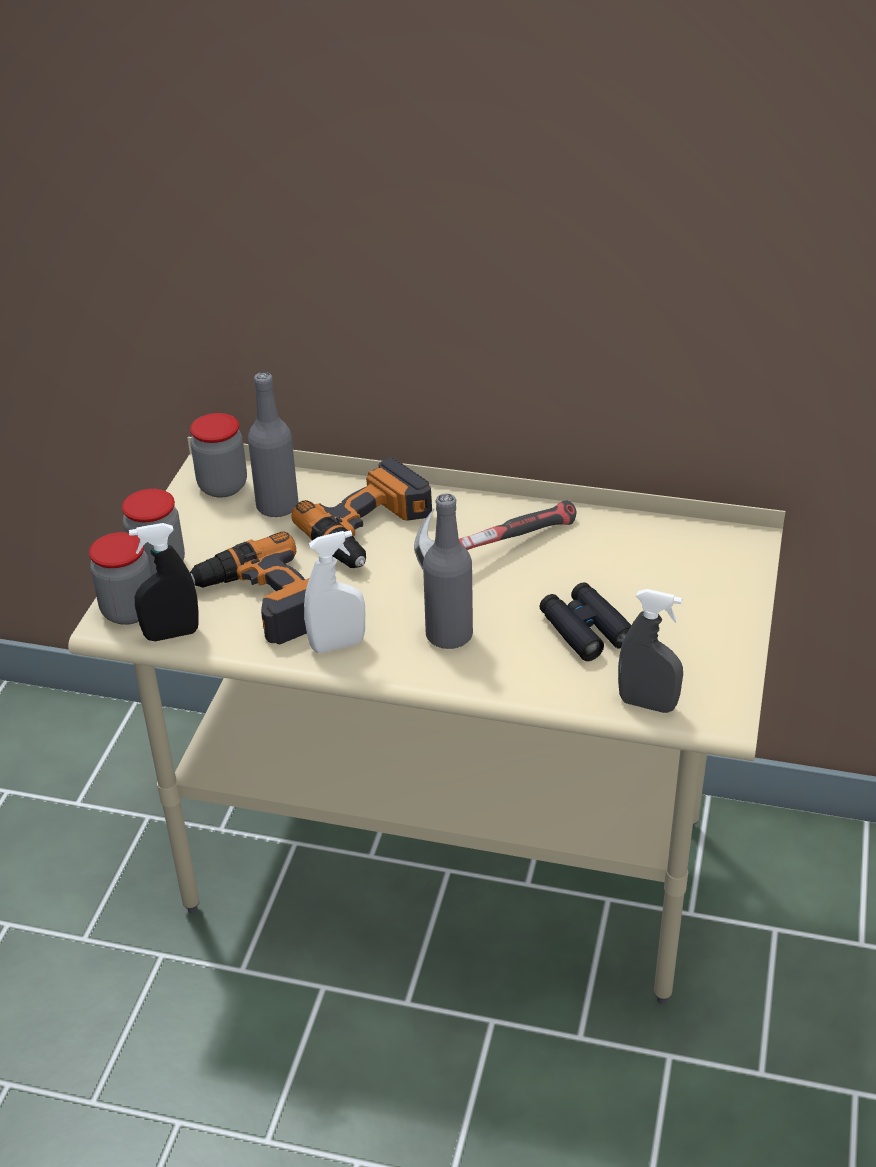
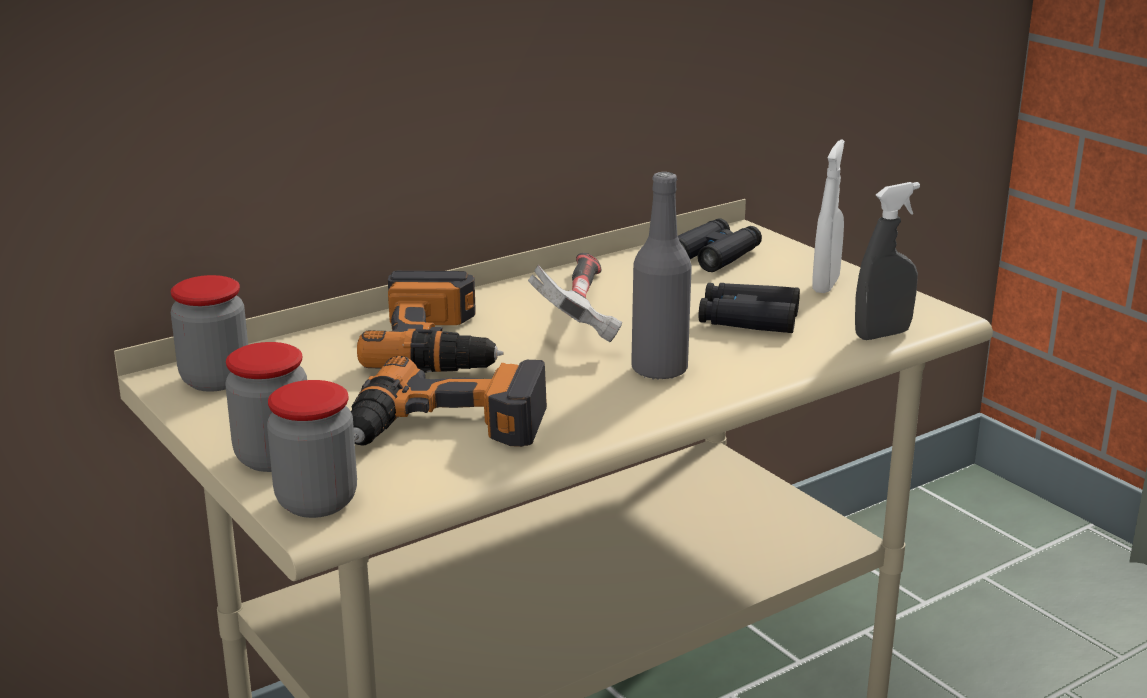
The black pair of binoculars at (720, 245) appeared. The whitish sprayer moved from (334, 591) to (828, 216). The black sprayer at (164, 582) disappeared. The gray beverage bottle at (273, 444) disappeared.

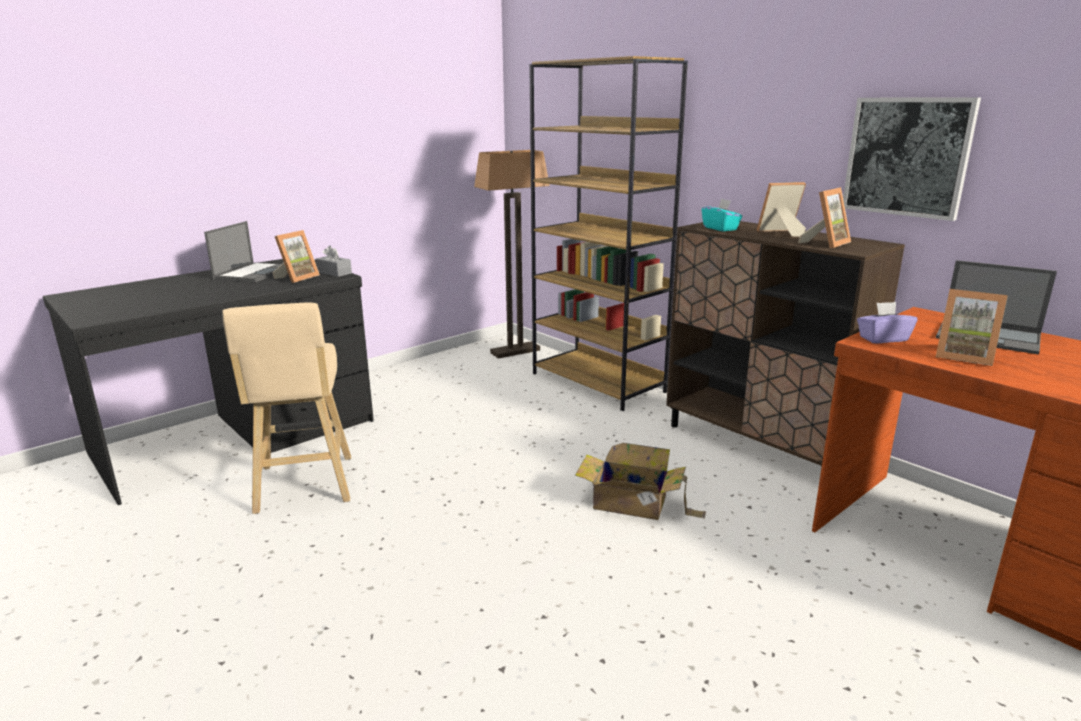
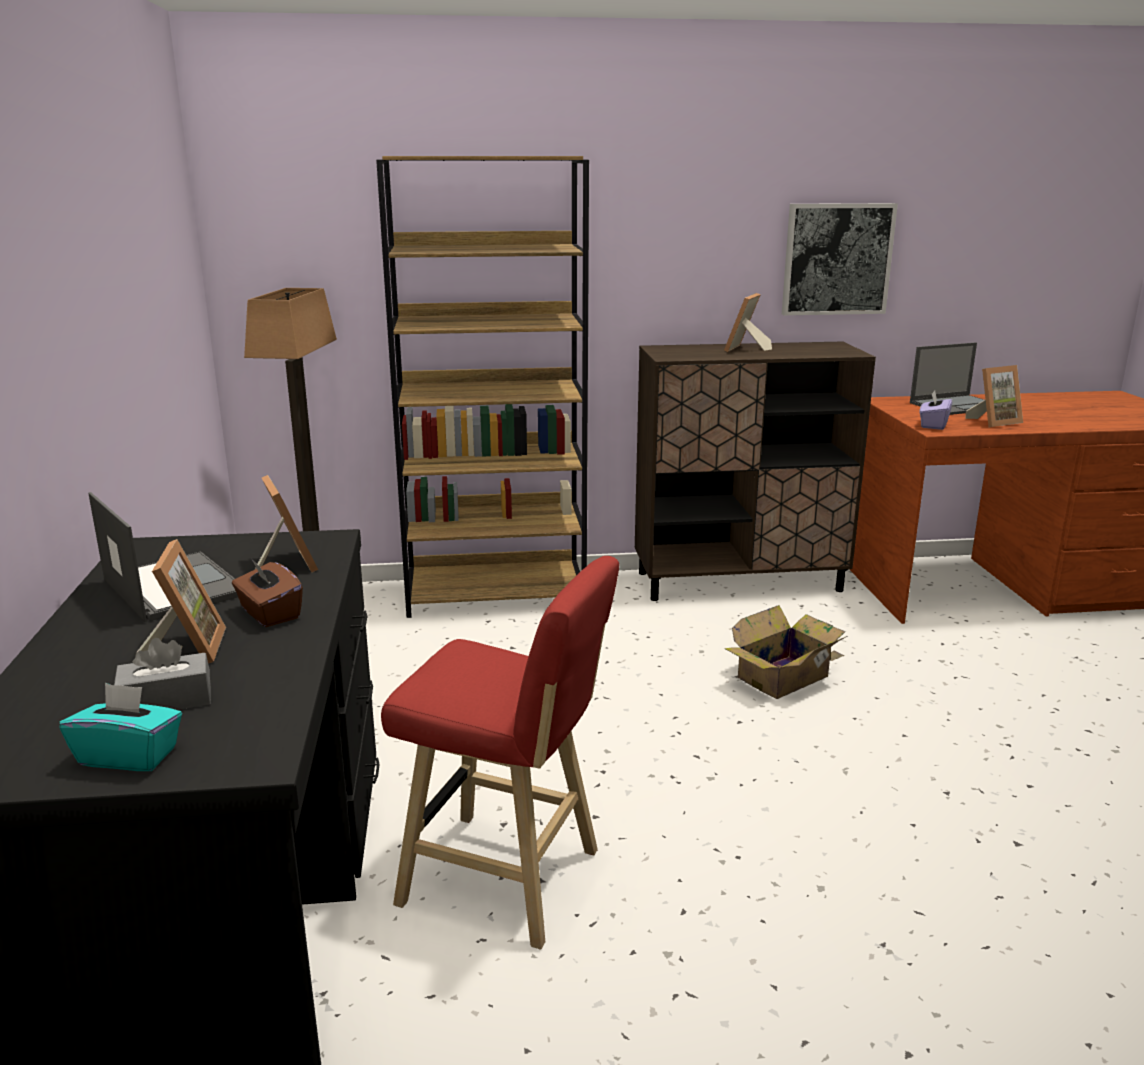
The turquoise-coloured box of tissues moved from (722, 215) to (120, 727). The gray box of tissues moved from (334, 261) to (162, 674). The photo frame moved from (824, 218) to (180, 601). The brownish box of tissues at (267, 592) appeared. The beige-coloured sitting stool at (286, 408) became the reddish sitting stool at (500, 752).

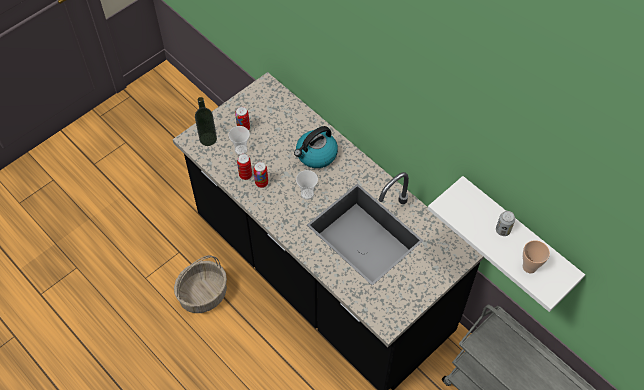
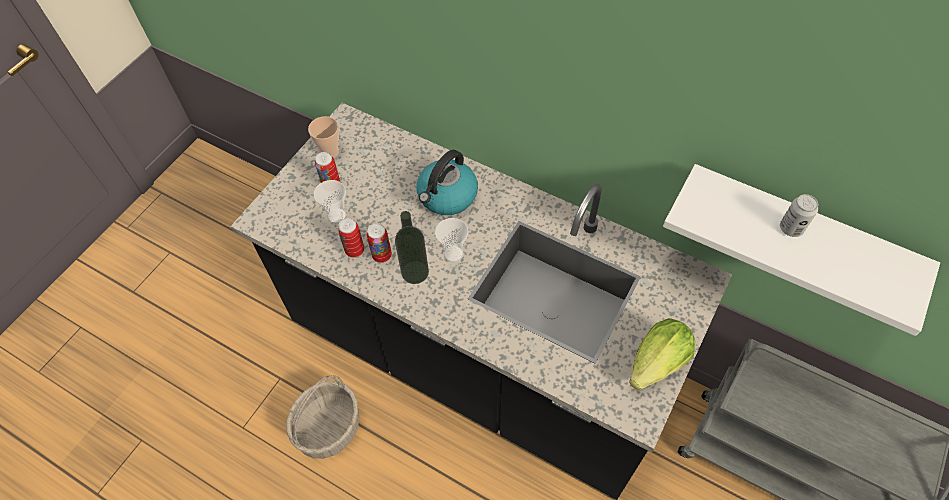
The small cup moved from (536, 256) to (323, 137). The beverage bottle moved from (206, 121) to (412, 247). The lettuce at (662, 354) appeared.

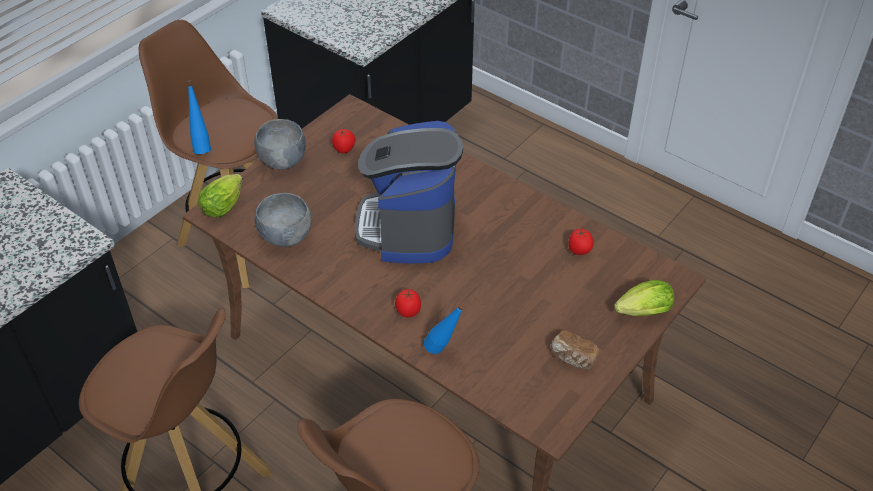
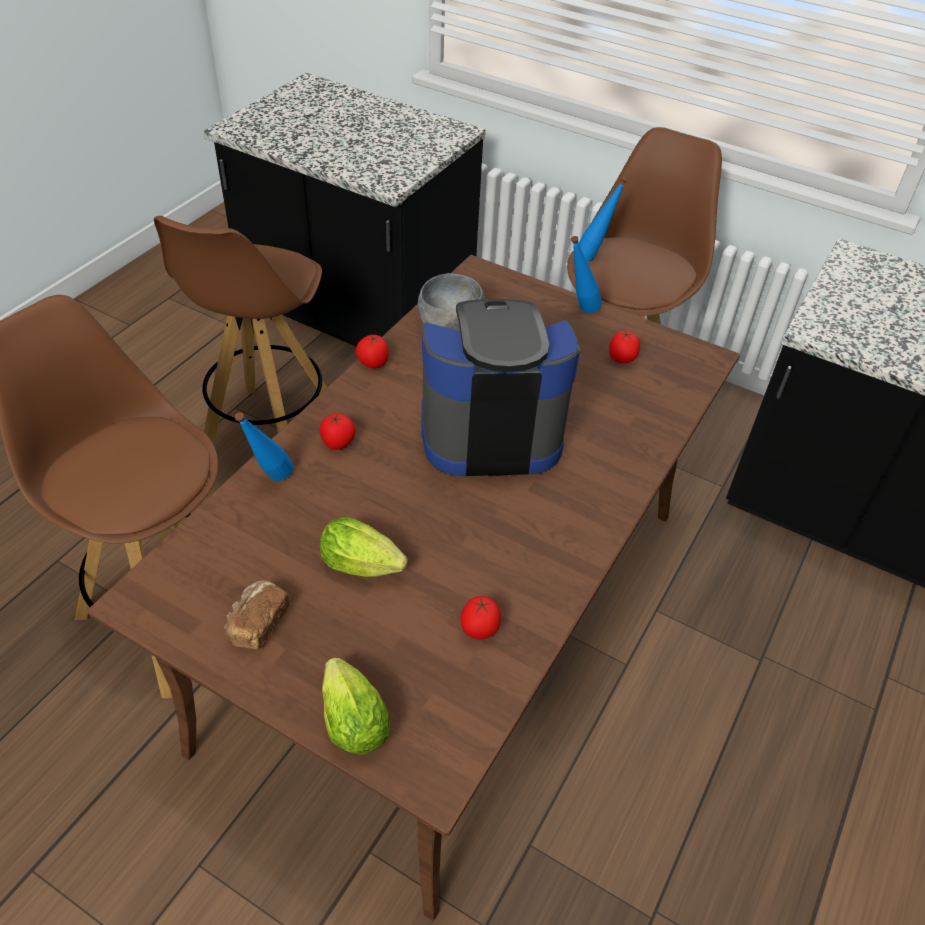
The lettuce moved from (220, 196) to (363, 547). The tomato at (372, 351) appeared. The gray deep dish at (280, 144) was replaced by the blue-coloured beverage bottle at (586, 274).

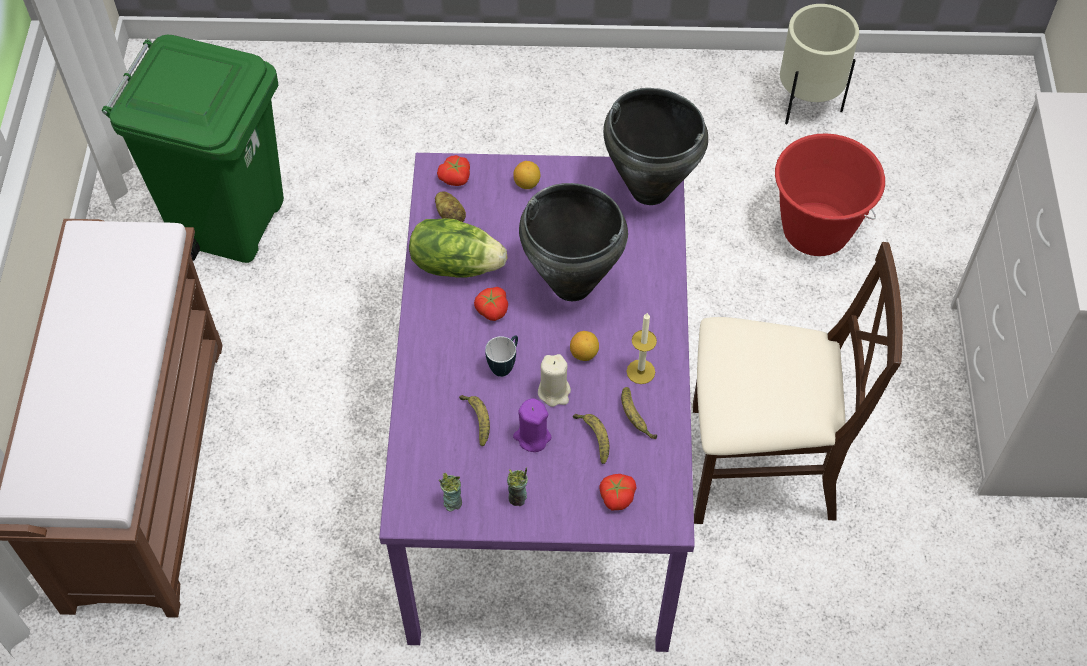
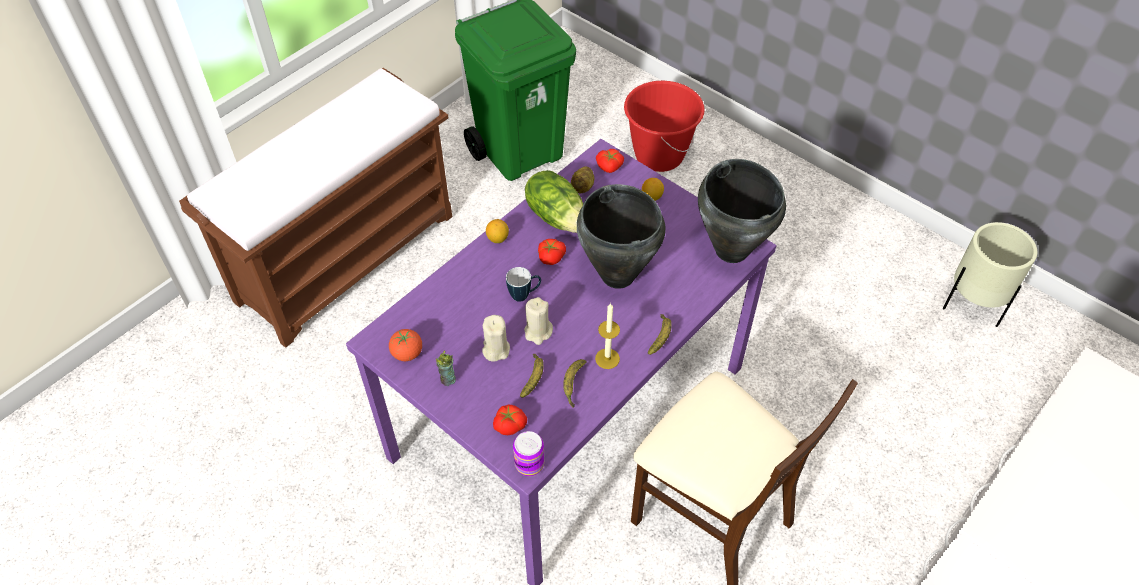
The small cup at (450, 492) was replaced by the tomato at (405, 345). The purple-coloured candle at (532, 425) became the beige-coloured candle at (496, 338). The whole lemon moved from (584, 346) to (497, 231). The can at (529, 453) appeared. The reddish water bucket moved from (830, 194) to (664, 126). The banana moved from (474, 420) to (660, 334).

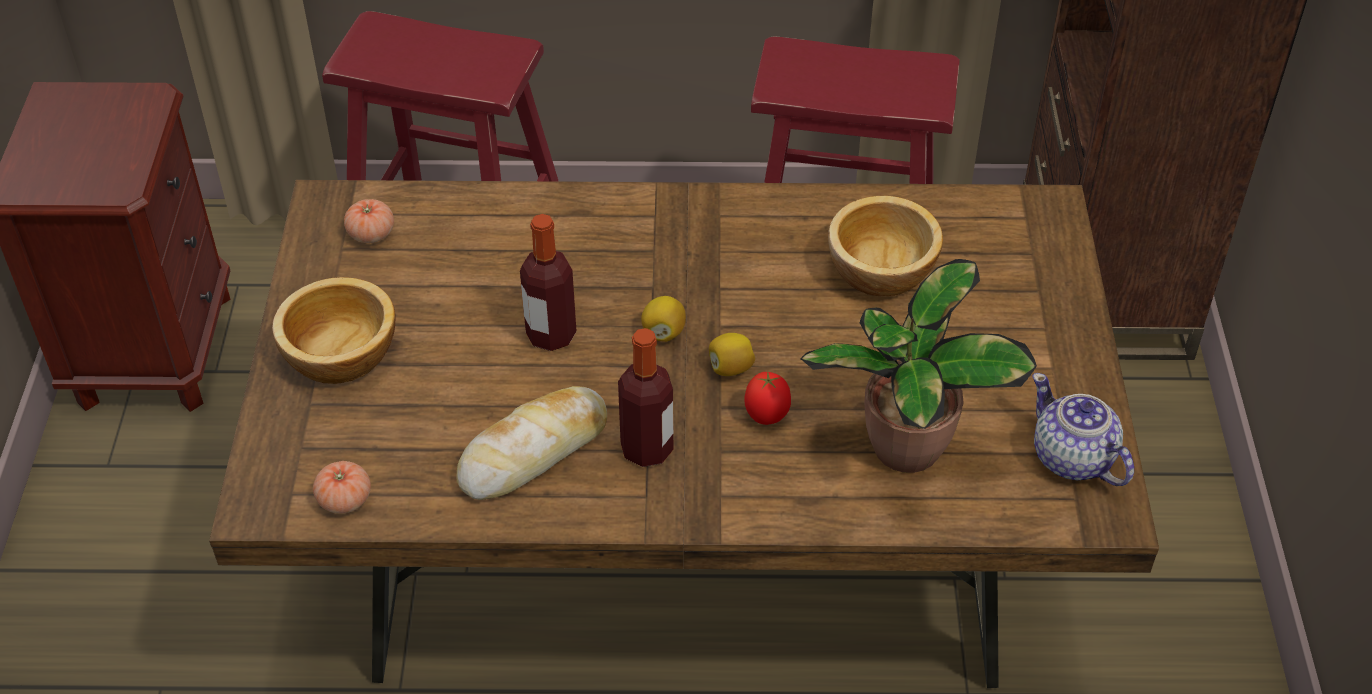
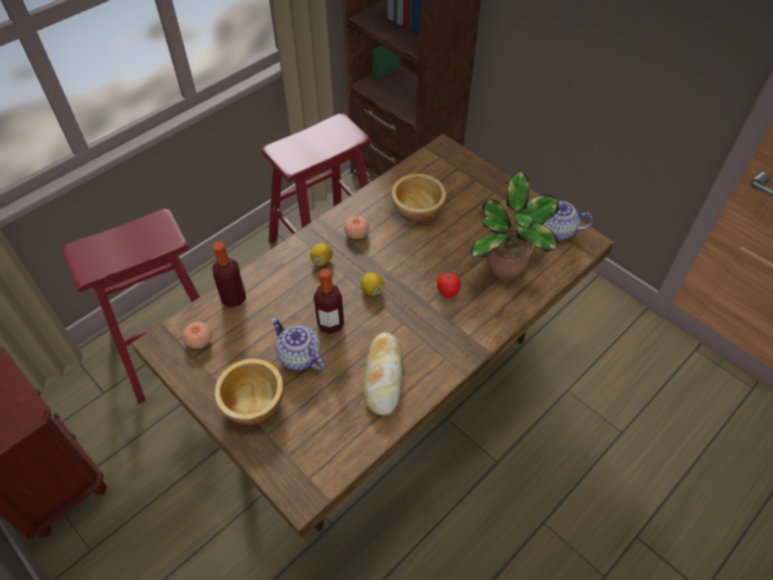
The beverage bottle moved from (646, 397) to (229, 275). The teapot at (298, 344) appeared. The whole lemon moved from (732, 354) to (321, 254). The tomato moved from (342, 487) to (356, 227).

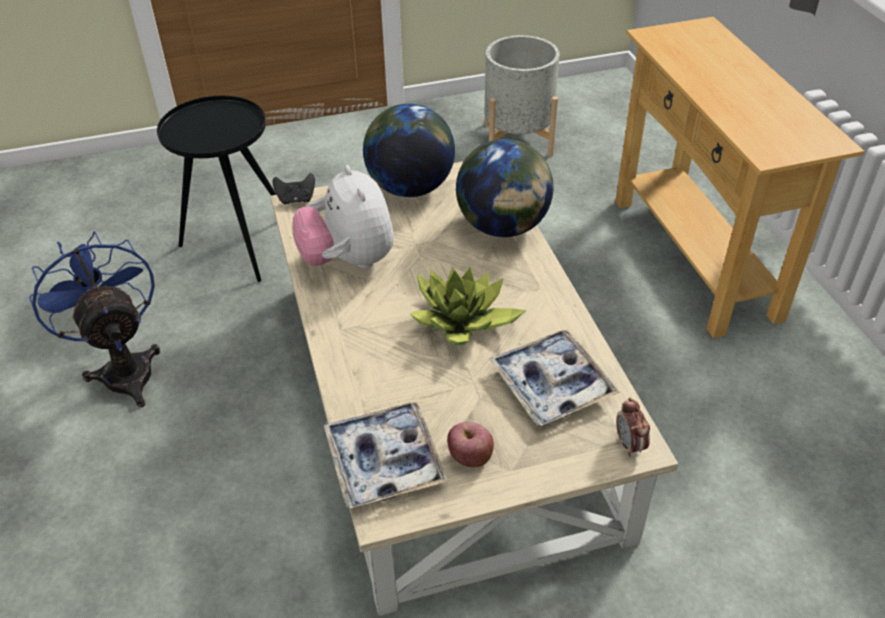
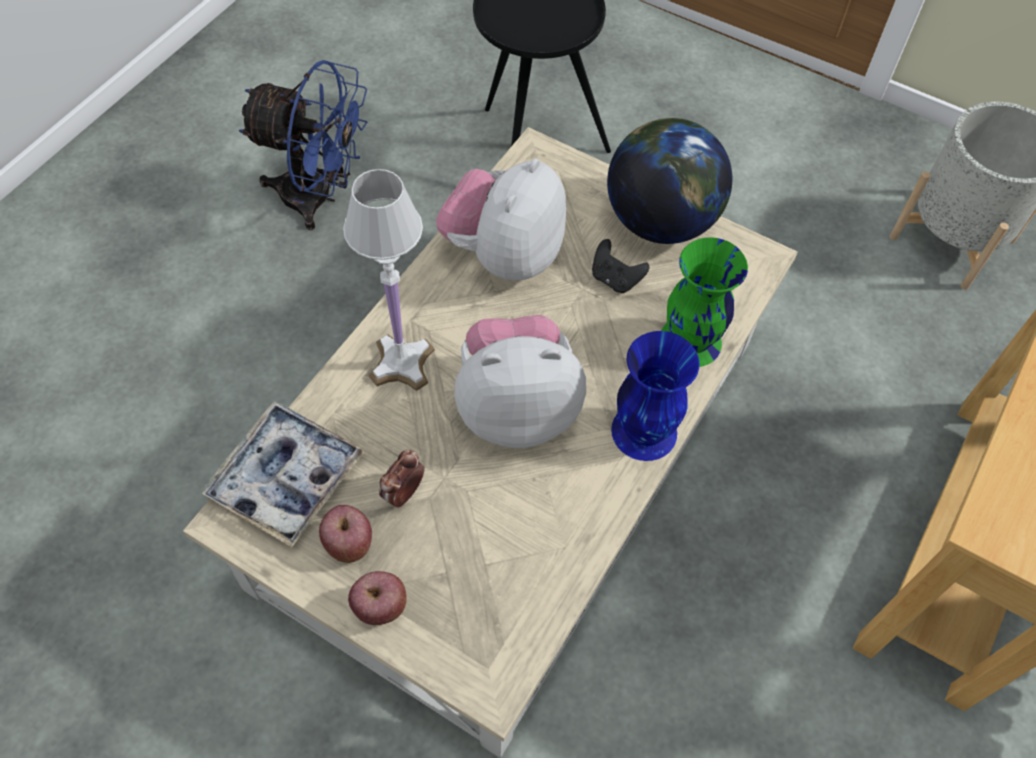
The blue-coloured fan at (94, 319) turned 90 degrees clockwise. The whitish tabletop lamp at (389, 280) appeared. The apple at (377, 598) appeared. The bedside clock moved from (633, 427) to (402, 478). The plant in a pot at (467, 306) was replaced by the cuddly toy at (520, 381). The black joypad moved from (293, 189) to (620, 266). The blue-coloured flower vase at (655, 396) appeared. The desk globe at (504, 188) was replaced by the green-coloured flower vase at (704, 302). The carrying tray at (554, 378) disappeared.

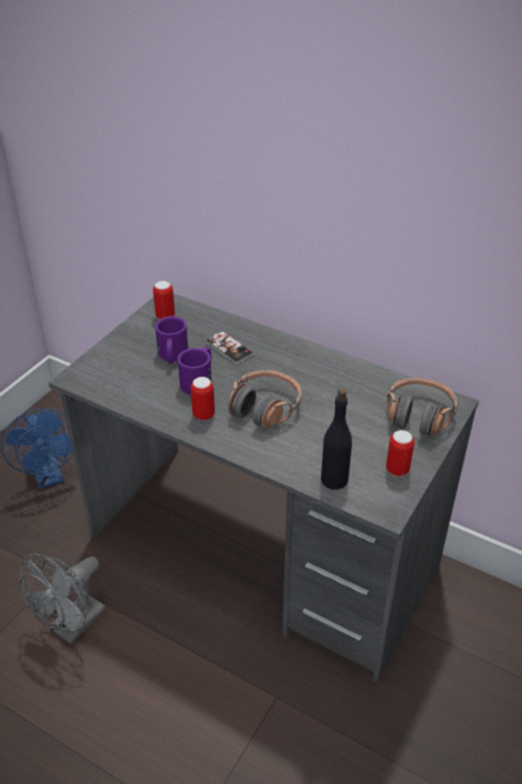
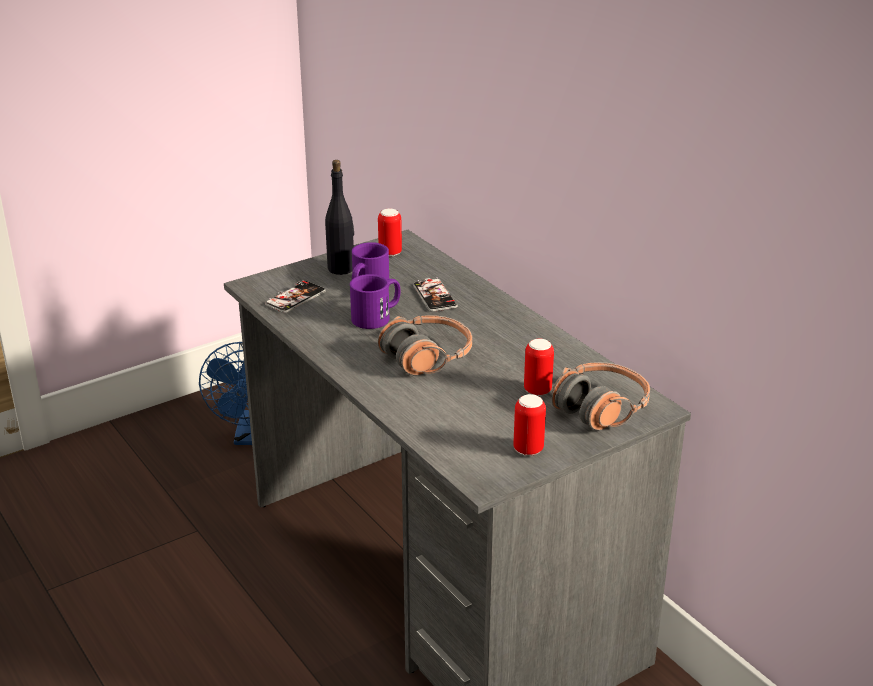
The telephone at (295, 297) appeared. The black beverage bottle moved from (336, 439) to (339, 217). The can moved from (203, 398) to (539, 367). The gray fan at (62, 599) disappeared.

